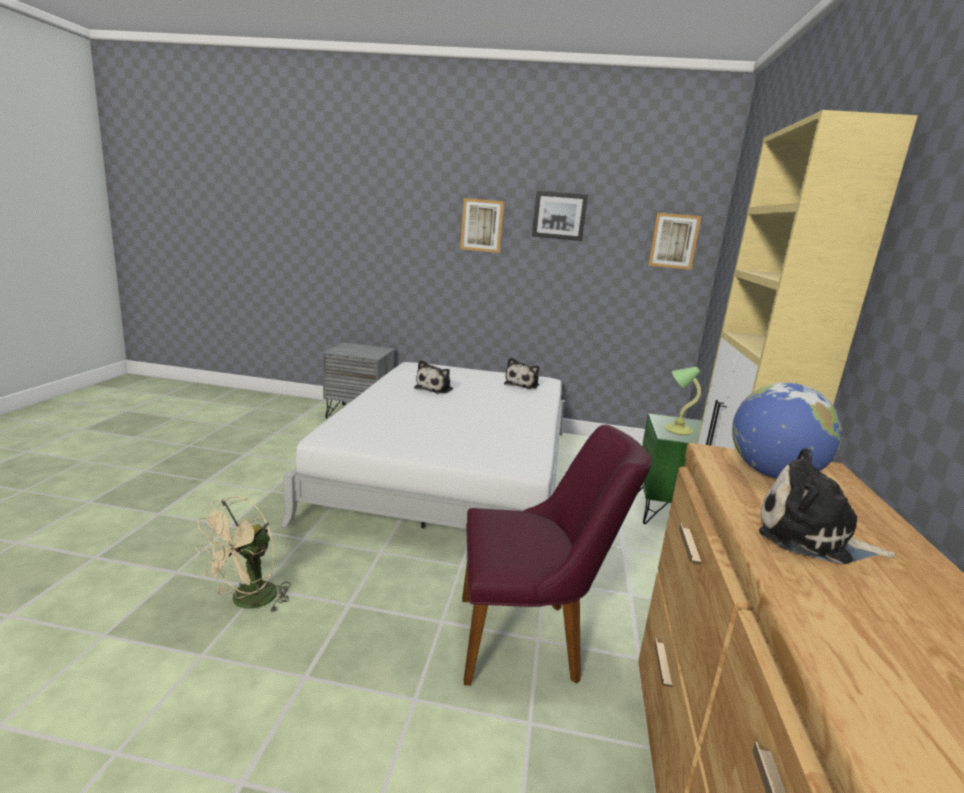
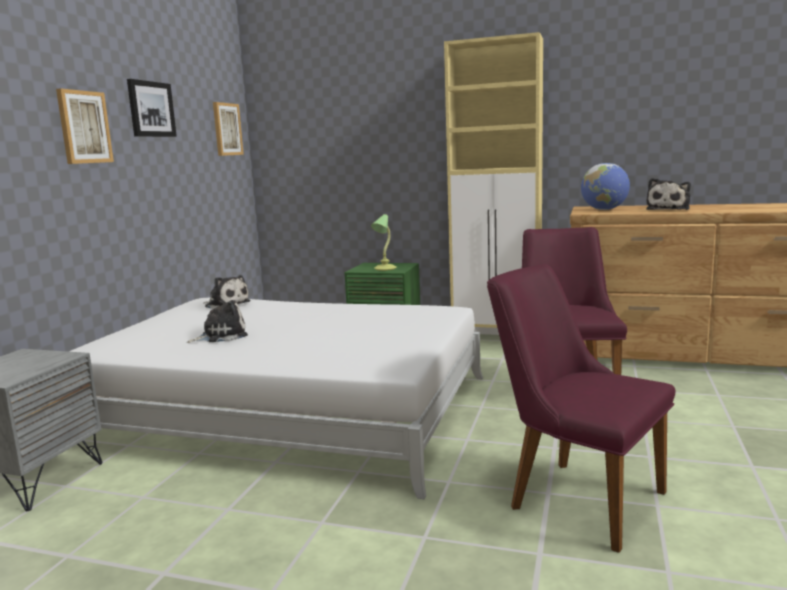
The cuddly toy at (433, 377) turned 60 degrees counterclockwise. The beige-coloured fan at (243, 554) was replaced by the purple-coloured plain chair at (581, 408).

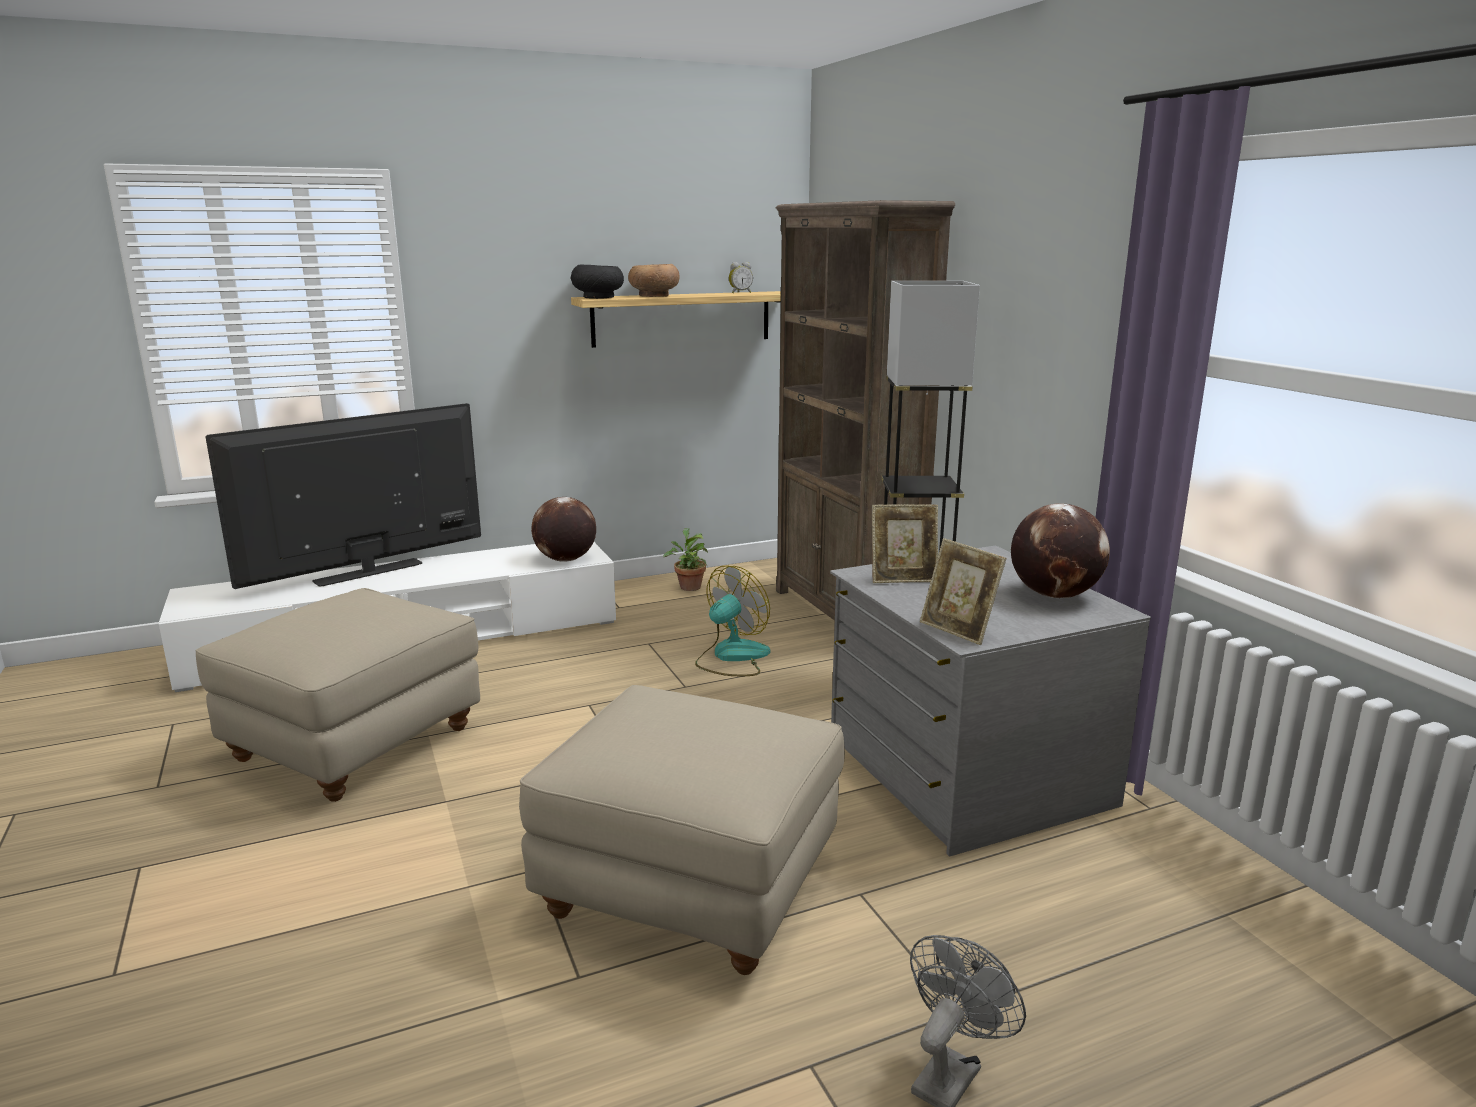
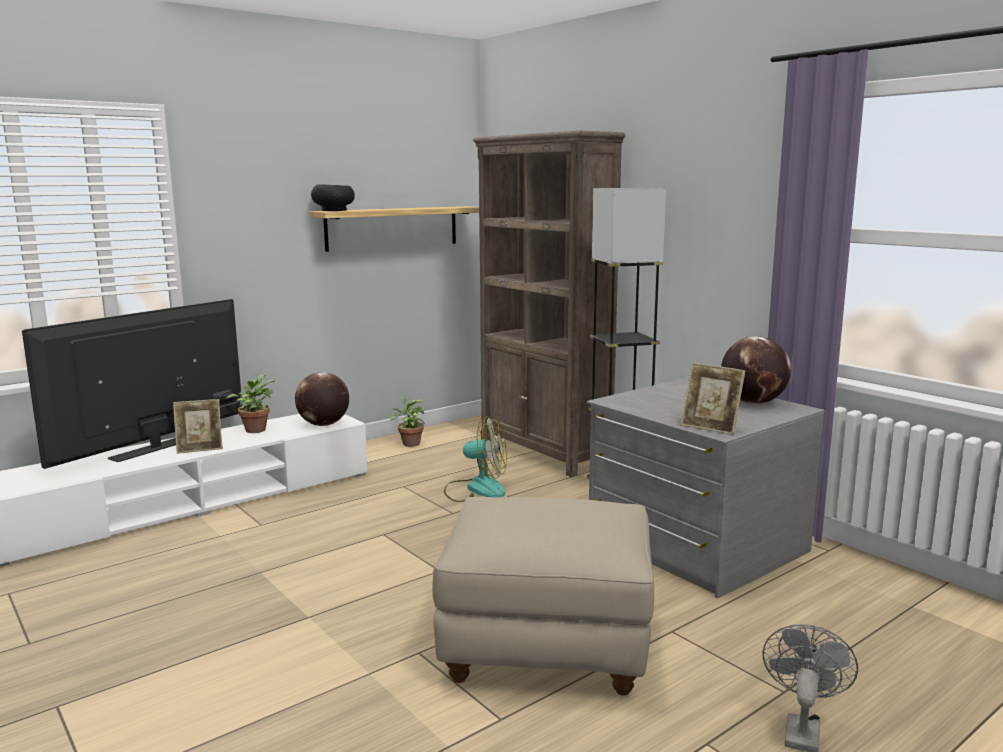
The photo frame moved from (905, 543) to (198, 426). The plant in a pot at (250, 403) appeared. The fan at (732, 621) turned 75 degrees clockwise. The beige-coloured footrest at (338, 695) disappeared. The brownish deep dish at (654, 280) disappeared. The bedside clock at (741, 277) disappeared.

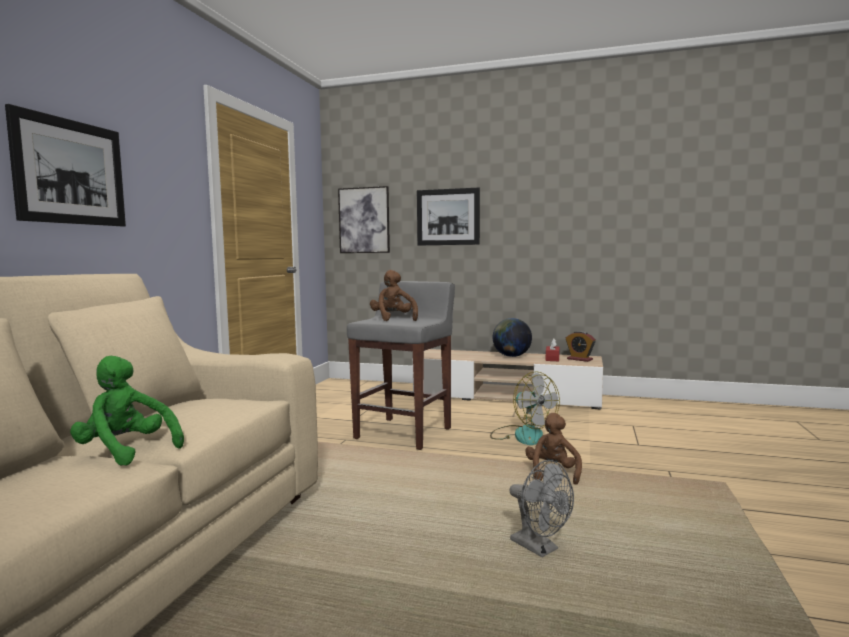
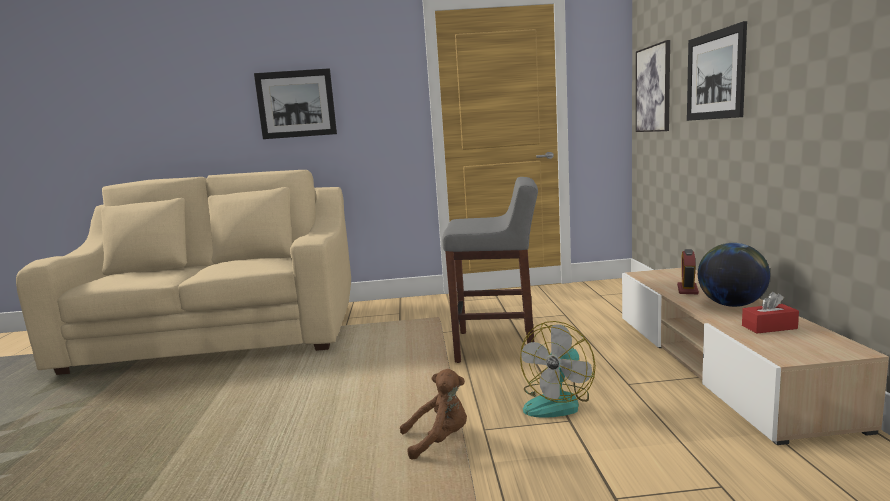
The bedside clock moved from (581, 346) to (688, 271). The green-coloured cuddly toy at (127, 411) disappeared. The brownish cuddly toy at (394, 295) disappeared. The gray fan at (541, 508) disappeared.

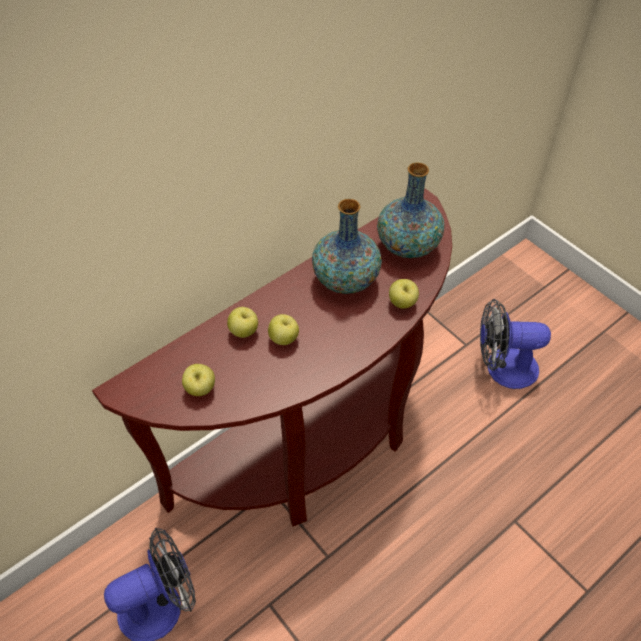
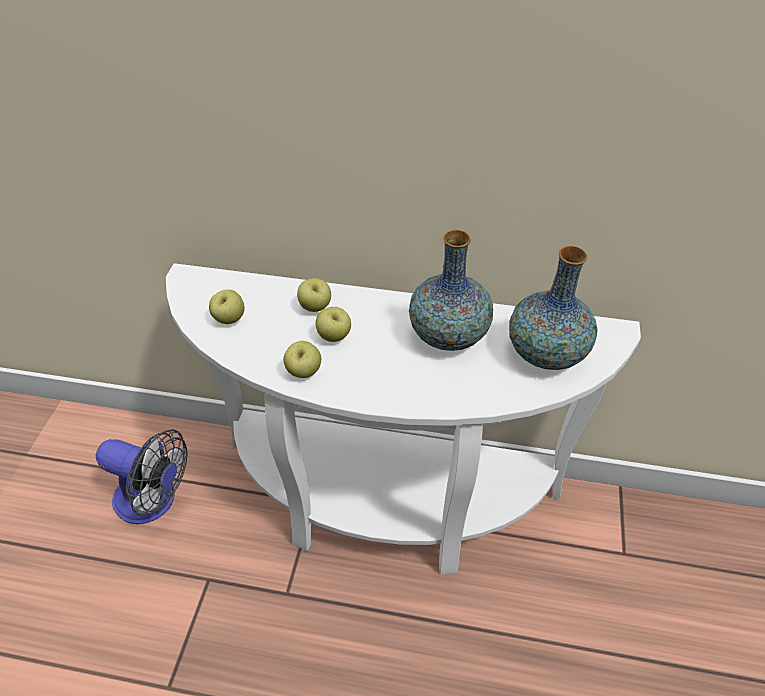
The brownish hall table at (272, 357) became the whitish hall table at (403, 419). The apple moved from (404, 294) to (302, 359). The fan at (515, 344) disappeared.

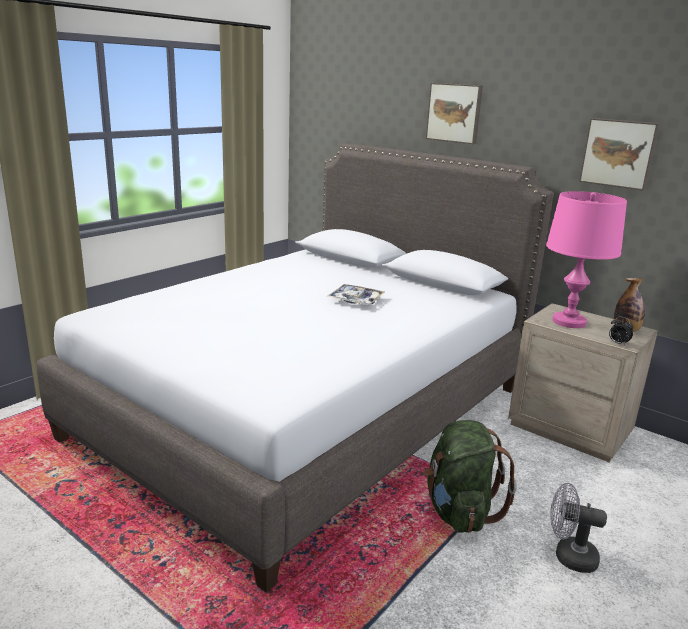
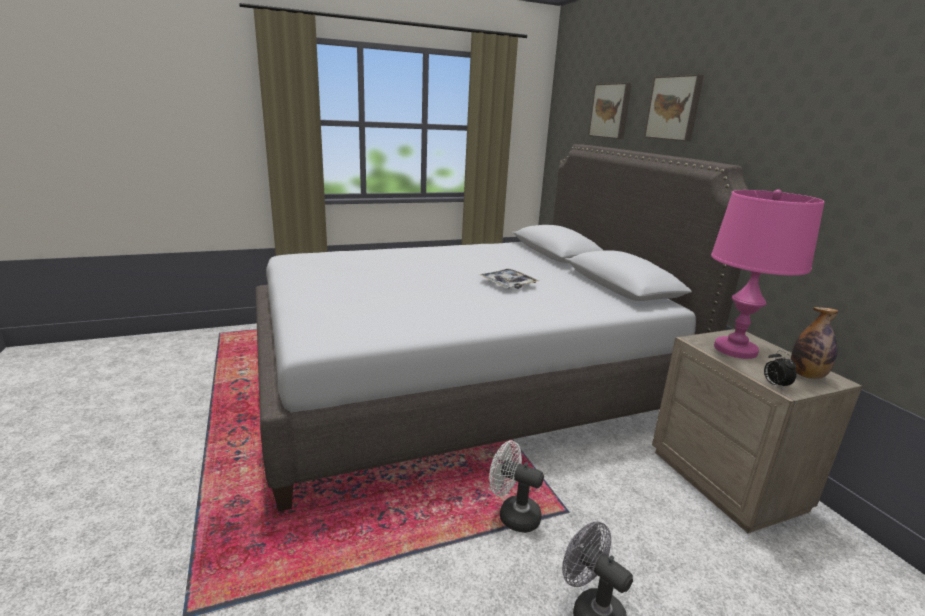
The green-coloured backpack at (470, 476) was replaced by the whitish fan at (516, 487). The wall picture moved from (619, 154) to (610, 111).

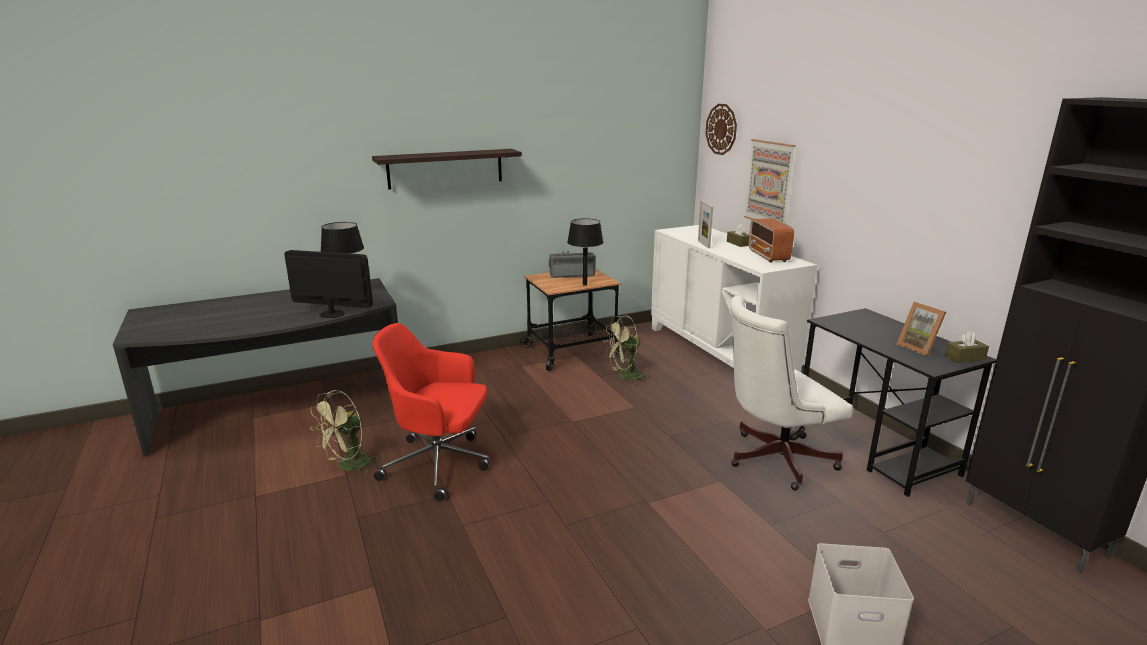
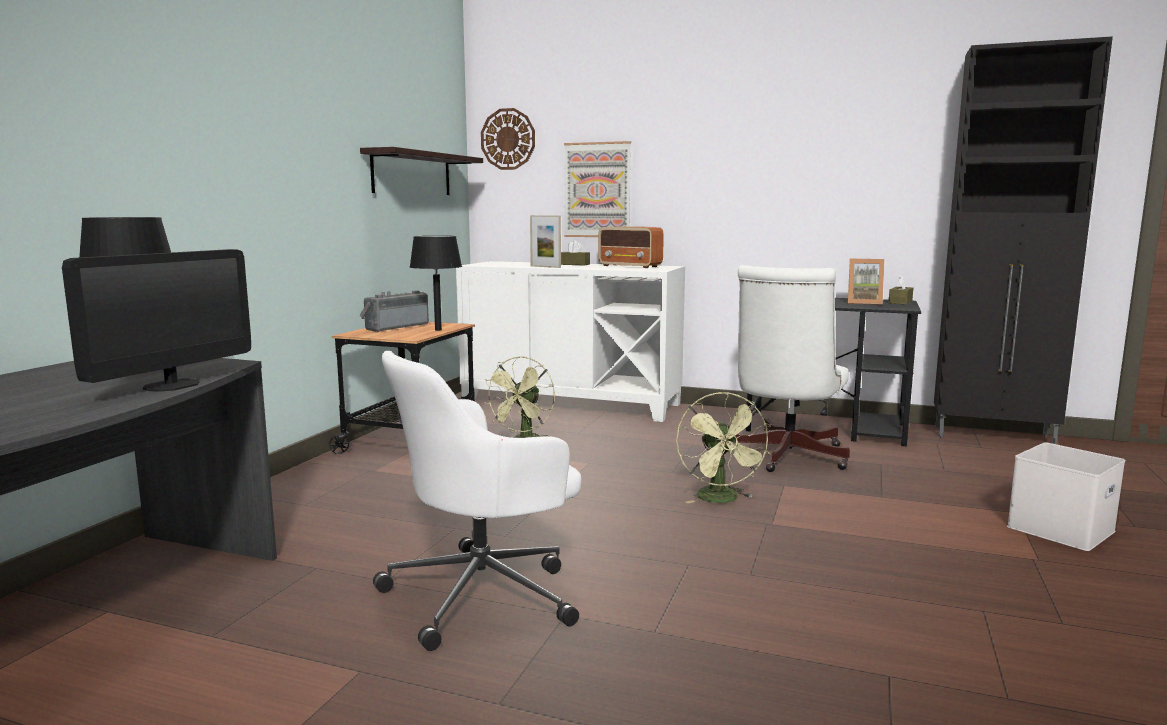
The computer screen at (328, 284) turned 150 degrees clockwise. The wall shelf moved from (447, 169) to (421, 171). The reddish office chair at (430, 412) became the whitish office chair at (477, 501). The green-coloured fan moved from (345, 431) to (723, 447).

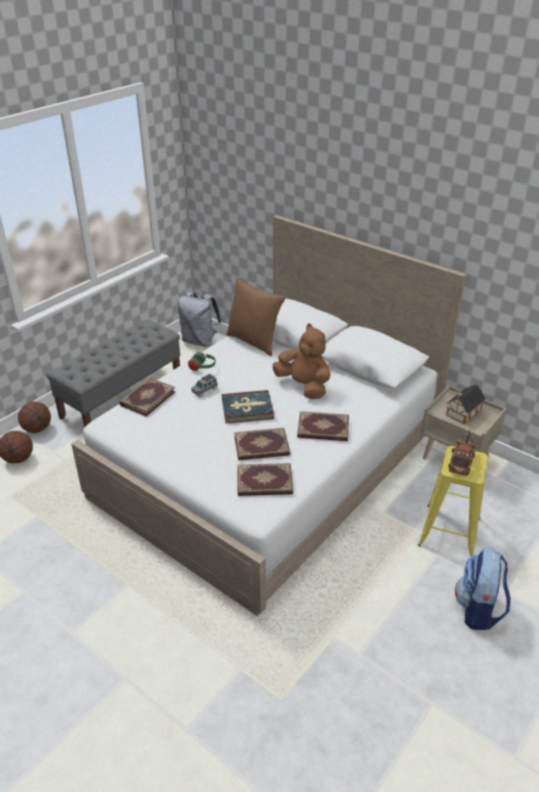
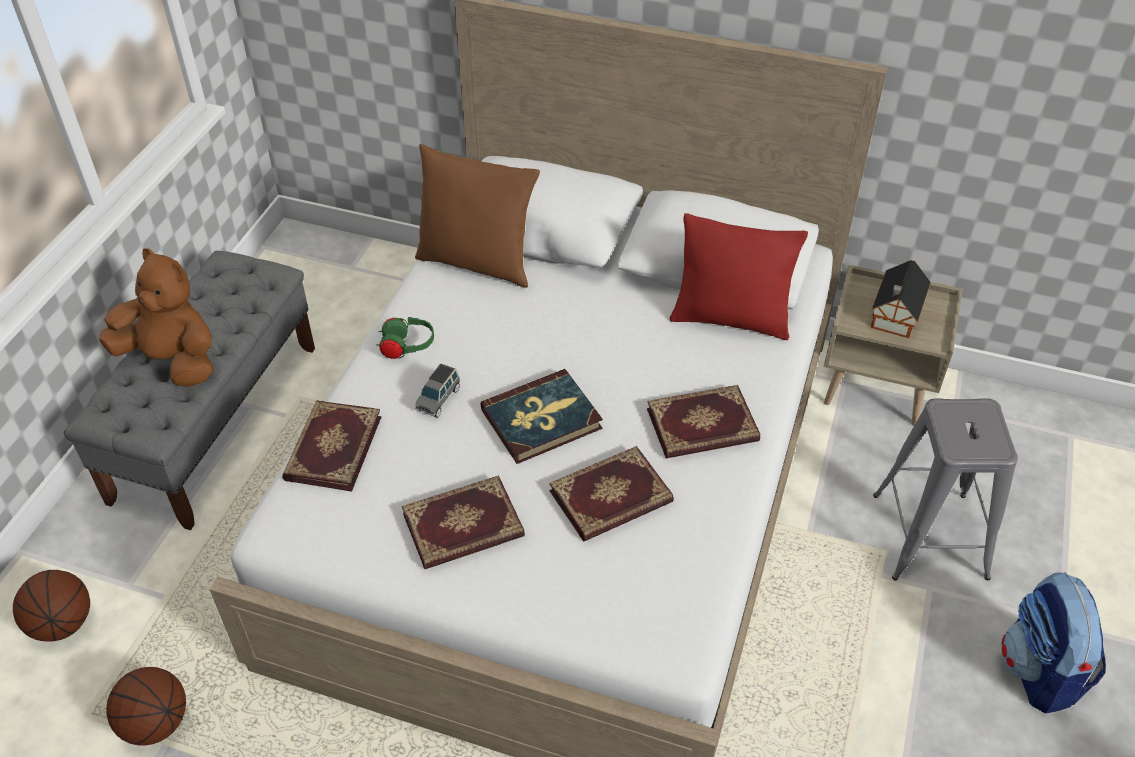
The brownish cuddly toy moved from (301, 361) to (156, 317). The basketball ball moved from (34, 417) to (146, 706). The volume moved from (265, 479) to (463, 522). The reddish cushion at (739, 276) appeared. The yellow-coloured sitting stool at (453, 501) became the gray sitting stool at (945, 489). The gray backpack at (199, 319) disappeared. The toy lorry at (462, 453) disappeared.

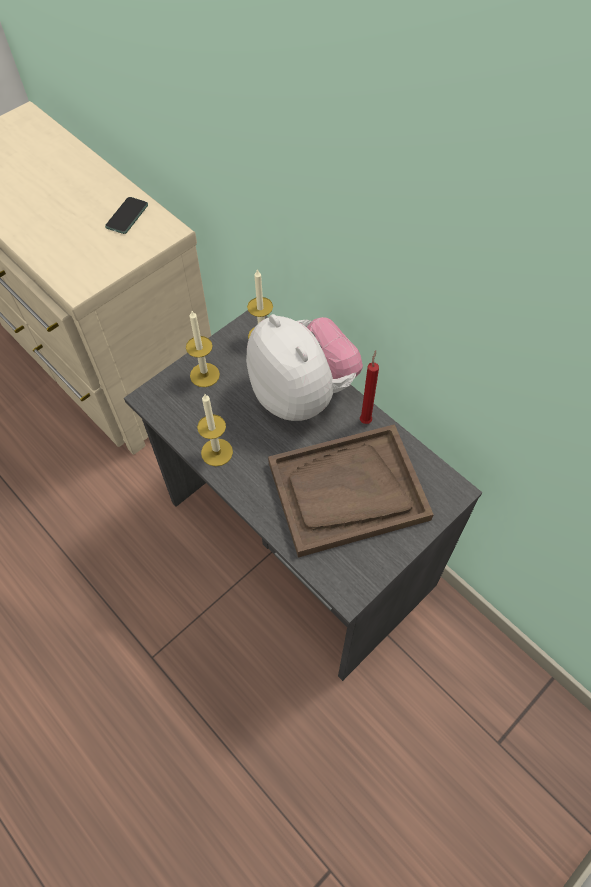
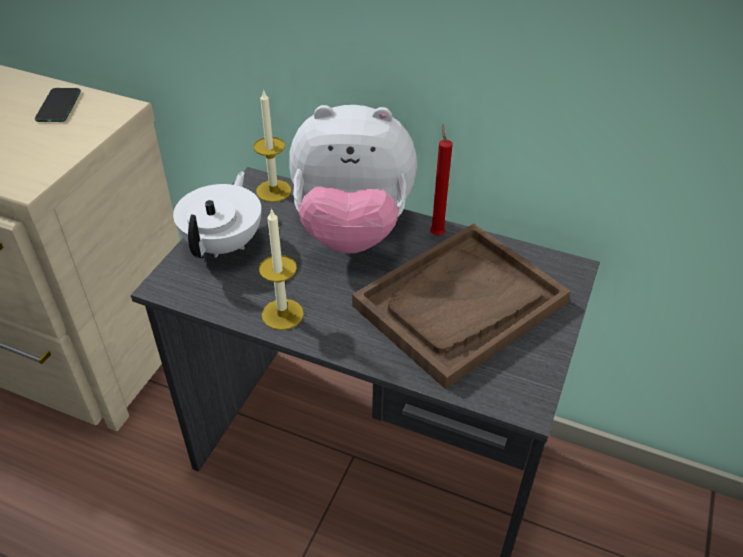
The candle at (203, 349) was replaced by the whitish teapot at (217, 214). The cuddly toy at (304, 367) turned 150 degrees clockwise.

